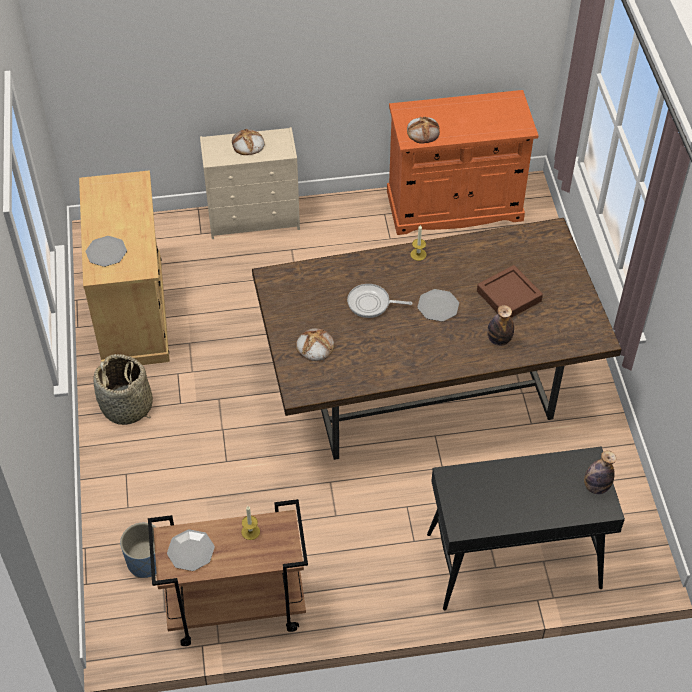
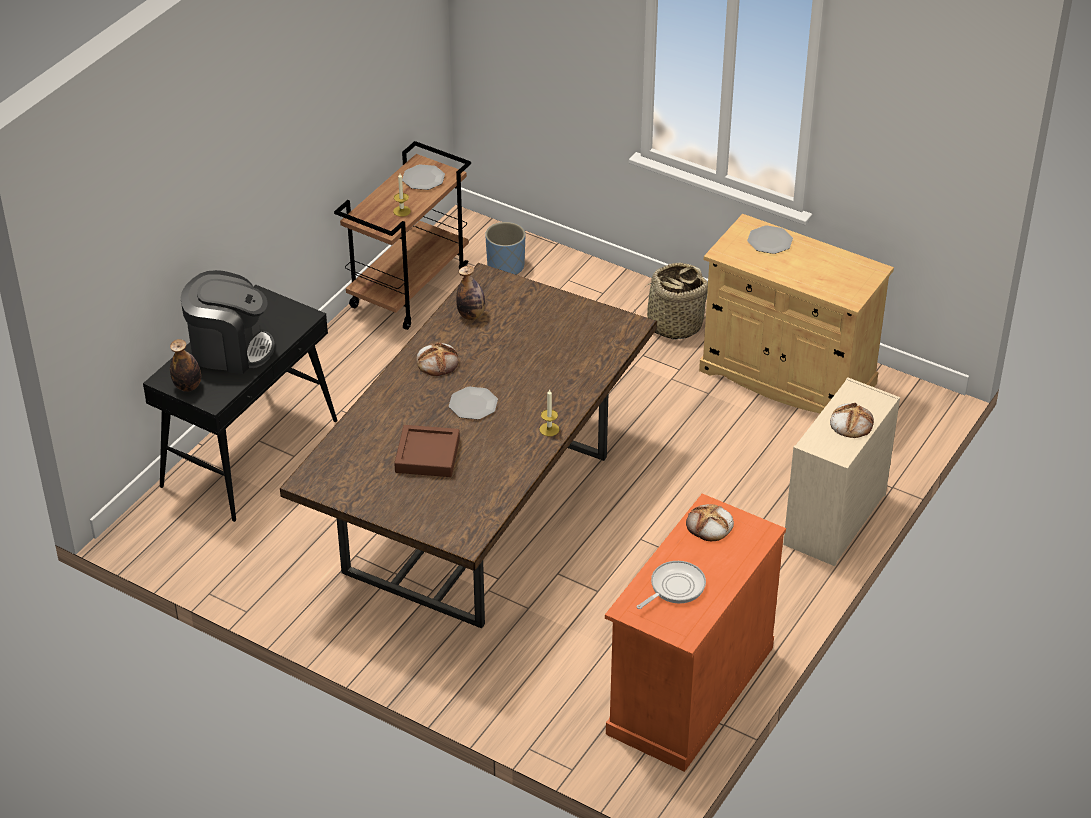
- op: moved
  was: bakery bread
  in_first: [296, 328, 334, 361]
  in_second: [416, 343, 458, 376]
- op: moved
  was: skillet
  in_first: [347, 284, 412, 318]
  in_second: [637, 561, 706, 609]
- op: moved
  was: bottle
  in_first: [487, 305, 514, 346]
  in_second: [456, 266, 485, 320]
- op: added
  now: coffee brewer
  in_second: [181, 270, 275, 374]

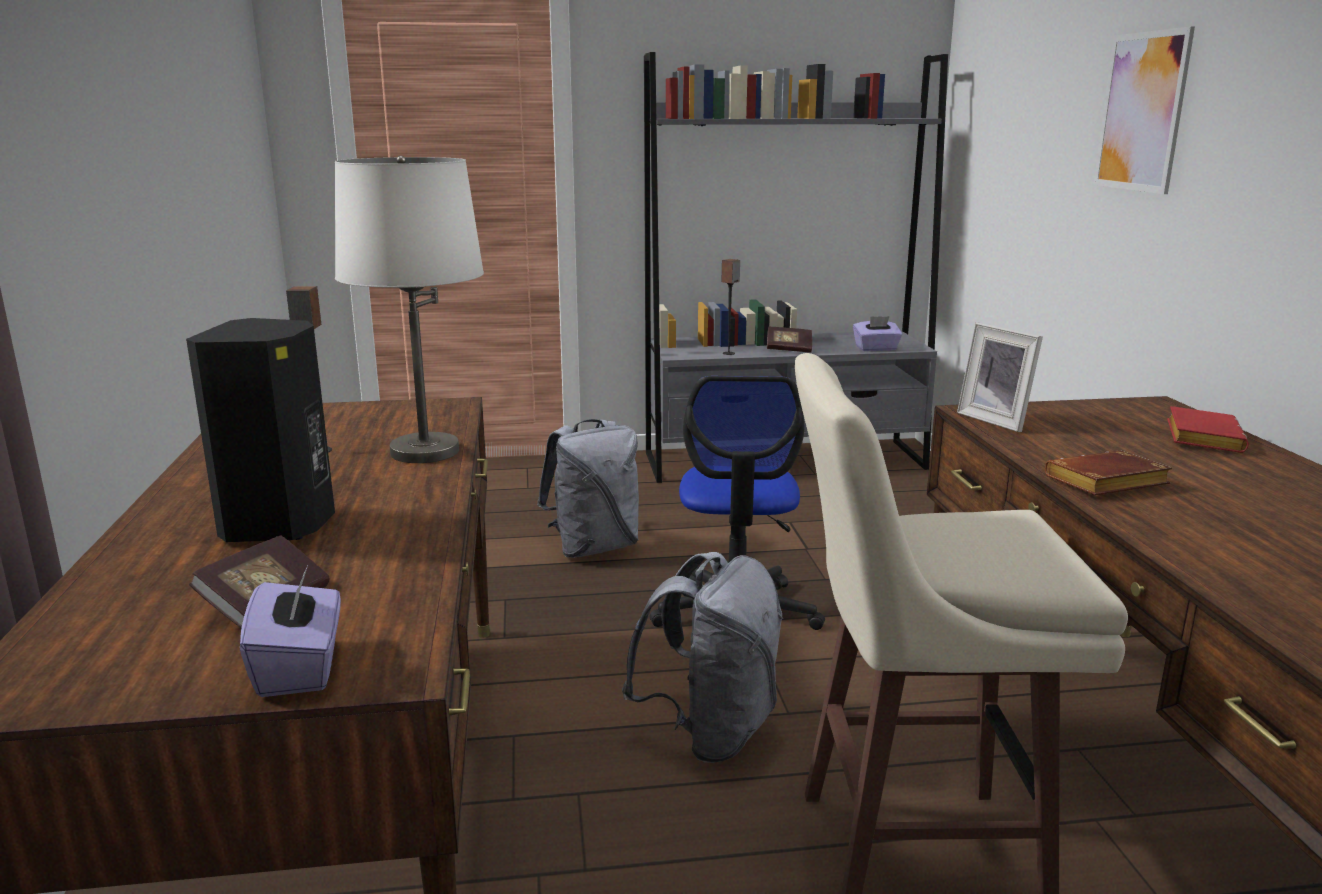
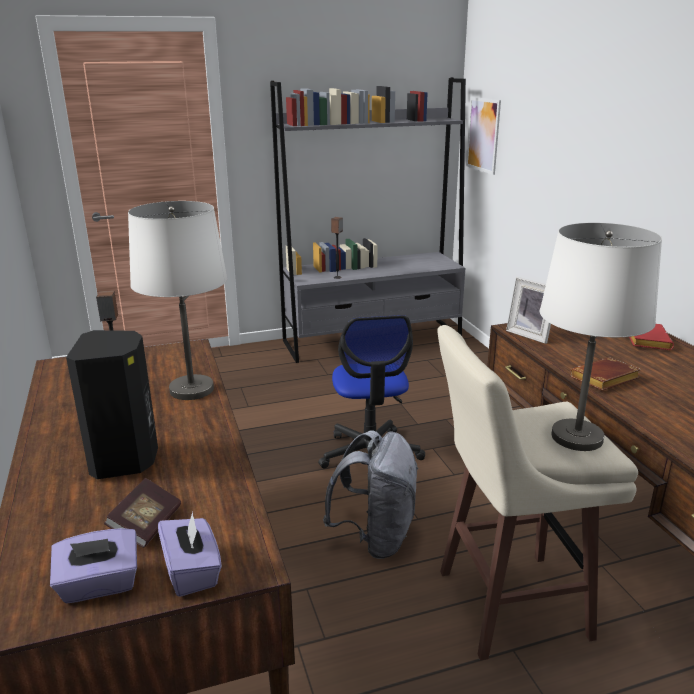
- op: removed
  was: knapsack (grey)
  in_first: [537, 419, 639, 558]
- op: removed
  was: book
  in_first: [767, 327, 812, 353]
- op: moved
  was: tissue box (purple-coloured)
  in_first: [853, 316, 903, 351]
  in_second: [50, 528, 137, 604]
- op: moved
  was: picture
  in_first: [1094, 26, 1195, 194]
  in_second: [466, 97, 501, 175]
- op: added
  now: lamp for a table (white-coloured)
  in_second: [540, 223, 662, 451]

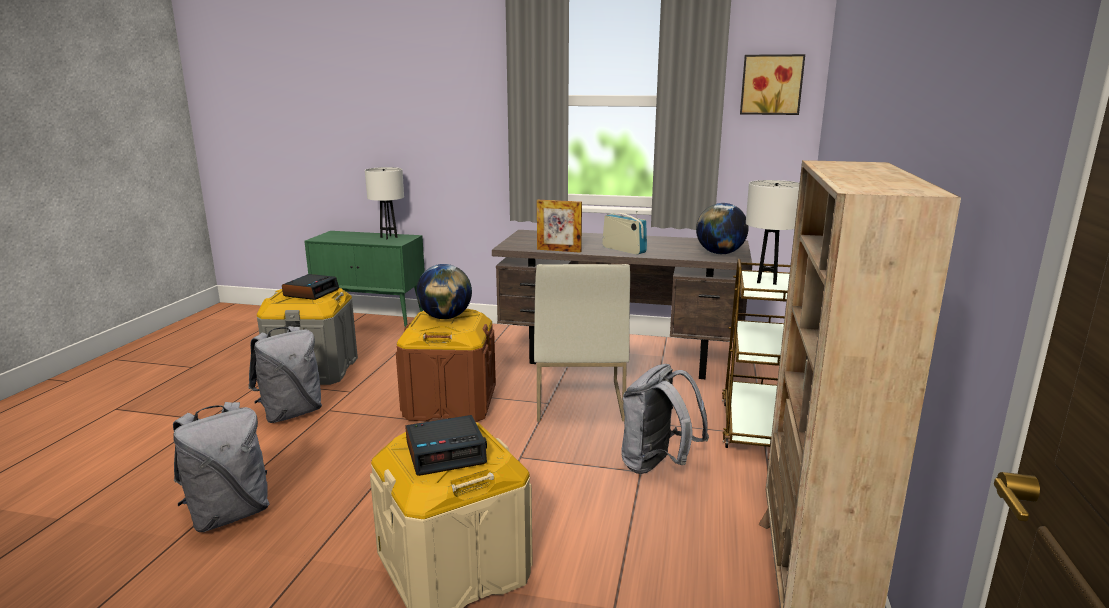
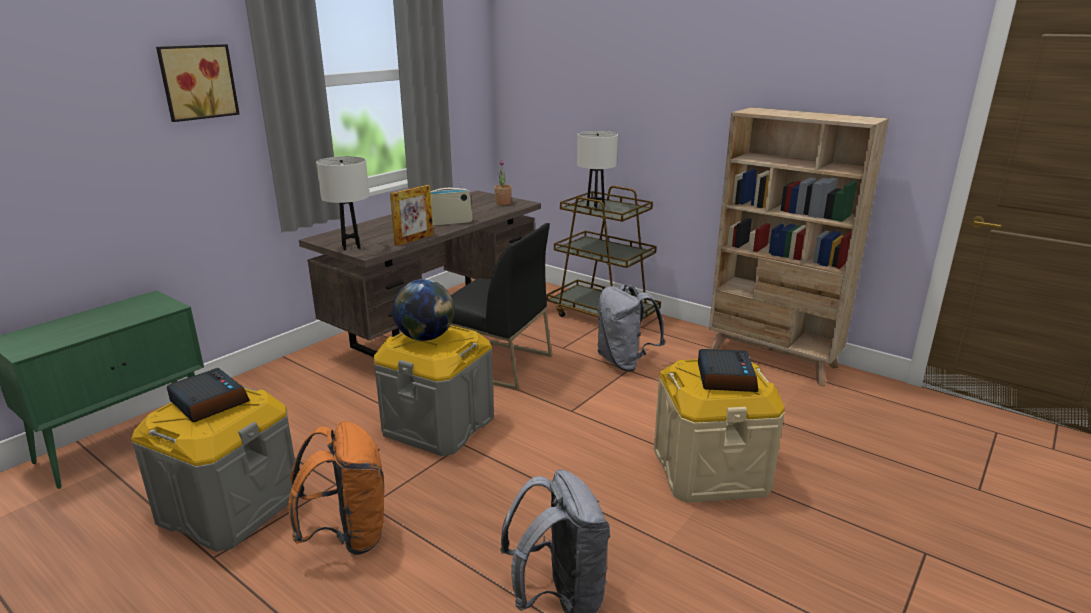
- op: recoloured
  was: knapsack (grey)
  now: knapsack (orangey)
  in_first: [248, 326, 322, 423]
  in_second: [288, 421, 386, 555]
- op: moved
  was: lamp for a table (white-coloured)
  in_first: [365, 167, 404, 239]
  in_second: [316, 156, 369, 250]
- op: recoloured
  was: storage container (brownish)
  now: storage container (grey)
  in_first: [396, 309, 496, 422]
  in_second: [374, 325, 494, 456]
- op: recoloured
  was: chair (white-coloured)
  now: chair (black-coloured)
  in_first: [534, 264, 630, 422]
  in_second: [451, 223, 552, 390]
- op: replaced
  was: world globe
  now: plant in a pot
  in_first: [696, 203, 749, 254]
  in_second: [494, 160, 512, 205]
- op: moved
  was: picture
  in_first: [740, 54, 805, 115]
  in_second: [156, 44, 240, 122]

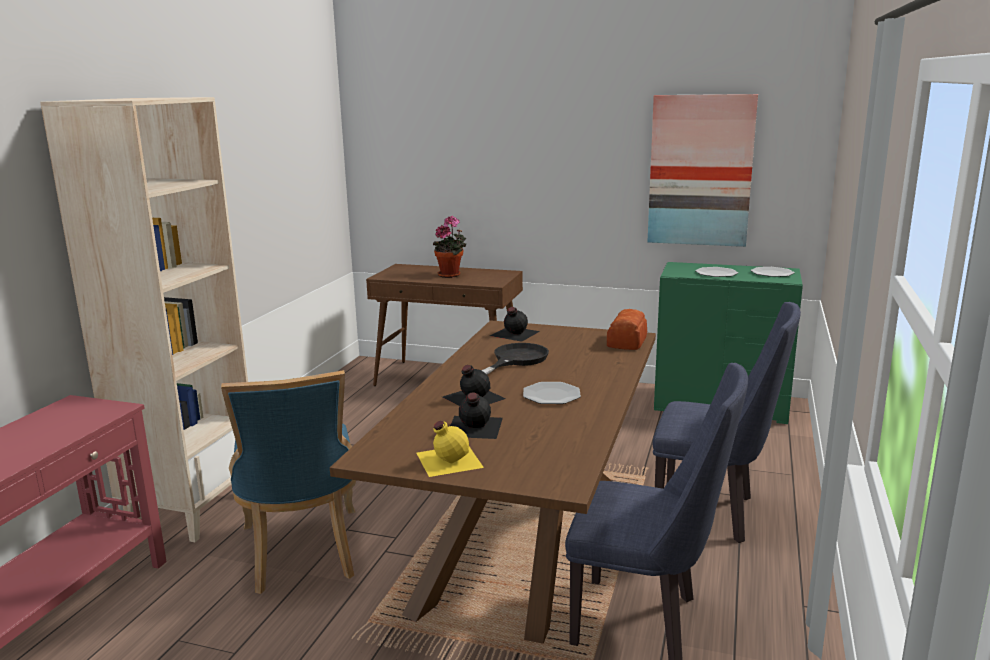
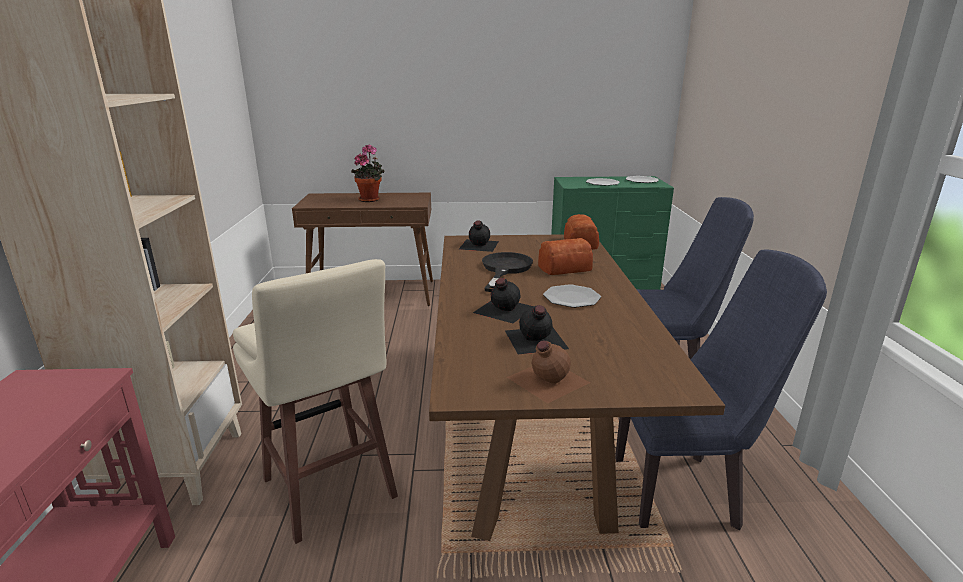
- op: replaced
  was: chair (bluish)
  now: sitting stool (beige)
  in_first: [221, 370, 356, 594]
  in_second: [233, 259, 398, 544]
- op: recoloured
  was: bottle (yellow)
  now: bottle (brownish)
  in_first: [416, 421, 484, 477]
  in_second: [507, 341, 590, 403]
- op: removed
  was: picture
  in_first: [648, 94, 758, 247]
- op: added
  now: bakery bread
  in_second: [538, 238, 593, 275]

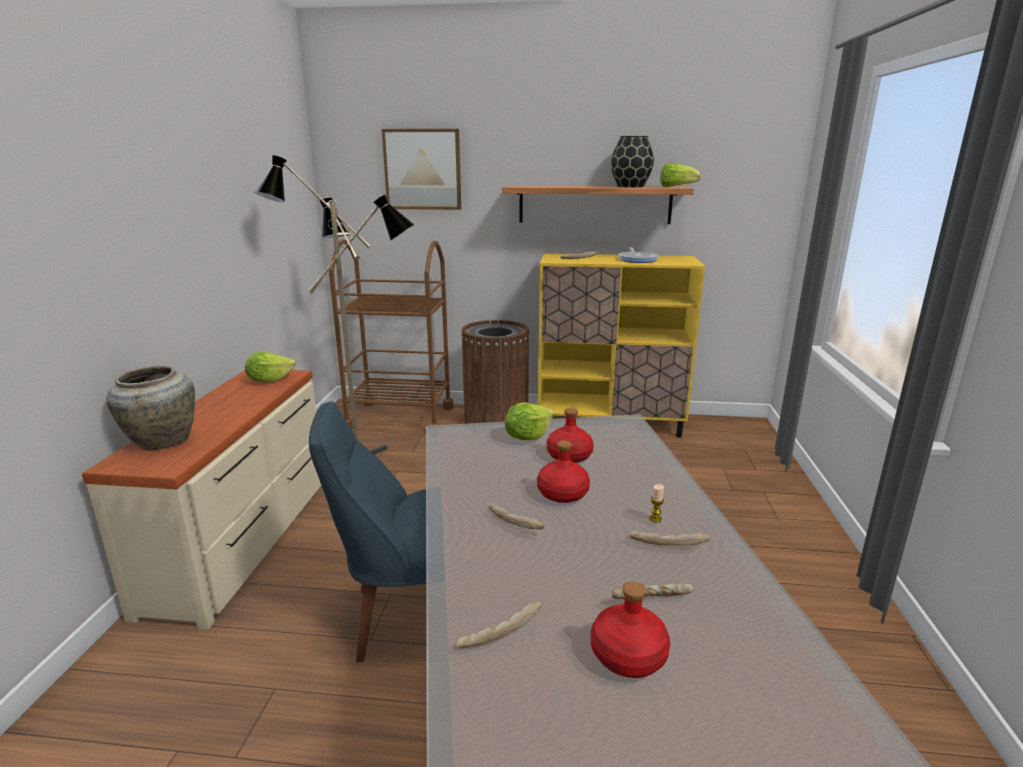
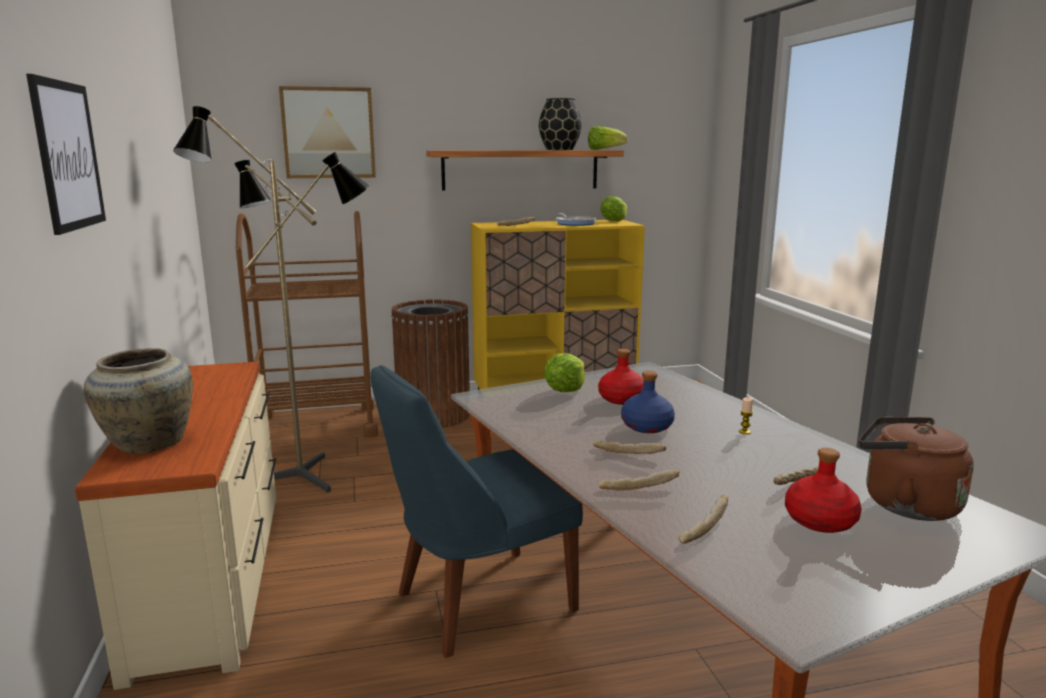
- op: moved
  was: head of lettuce
  in_first: [245, 352, 296, 382]
  in_second: [600, 196, 628, 221]
- op: recoloured
  was: bottle (reddish)
  now: bottle (bluish)
  in_first: [537, 440, 590, 503]
  in_second: [621, 371, 675, 433]
- op: moved
  was: bakery bread
  in_first: [629, 531, 710, 546]
  in_second: [598, 470, 680, 491]
- op: added
  now: picture
  in_second: [26, 74, 106, 235]
- op: added
  now: kettle (brownish)
  in_second: [859, 417, 974, 521]

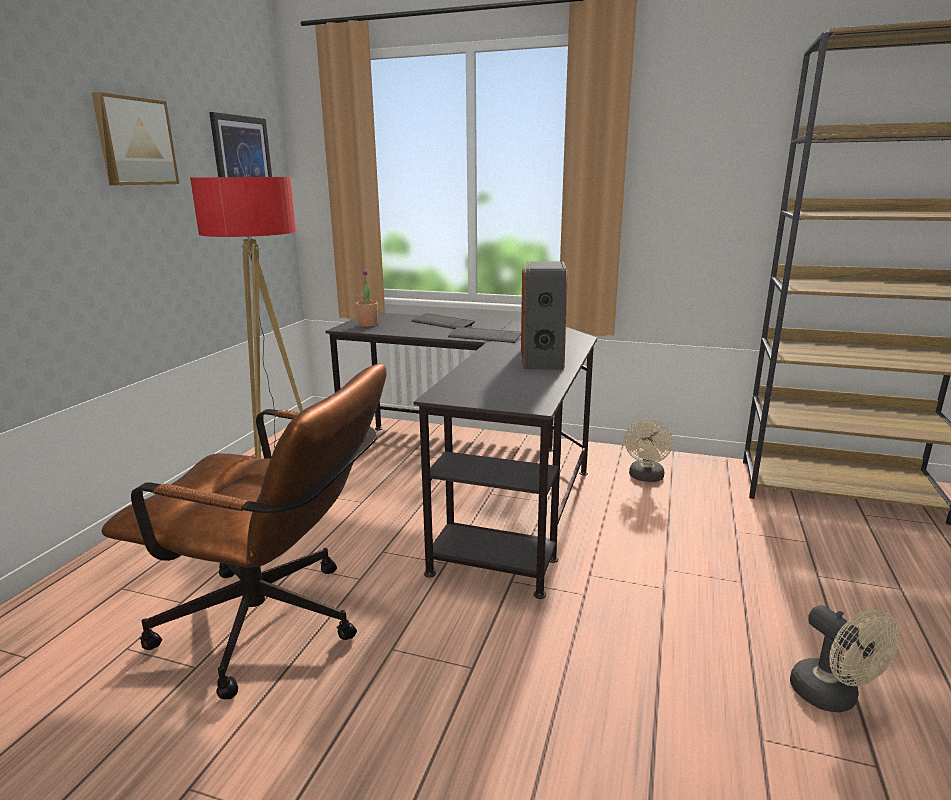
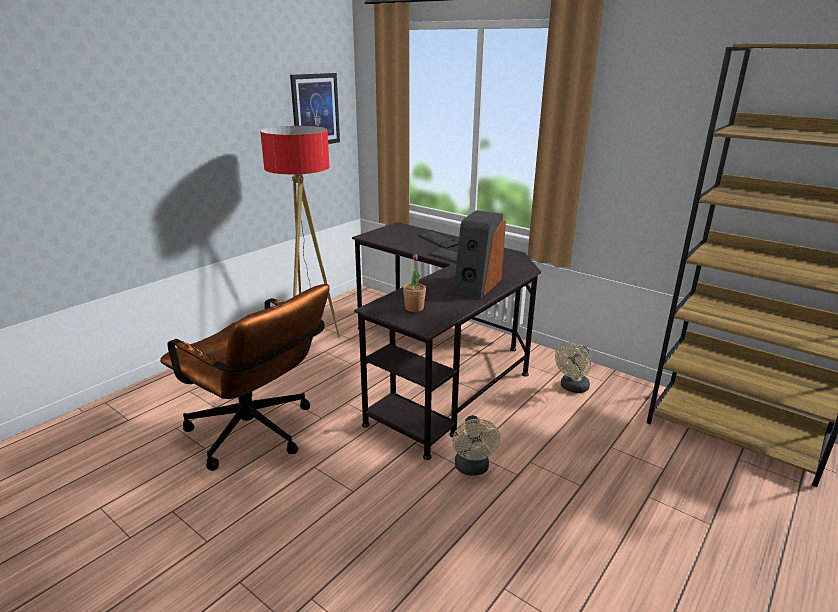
- op: removed
  was: picture
  in_first: [92, 92, 179, 185]
- op: moved
  was: plant in a pot
  in_first: [356, 269, 378, 327]
  in_second: [403, 254, 426, 312]
- op: moved
  was: cooling fan (beige)
  in_first: [790, 605, 900, 712]
  in_second: [453, 415, 500, 476]

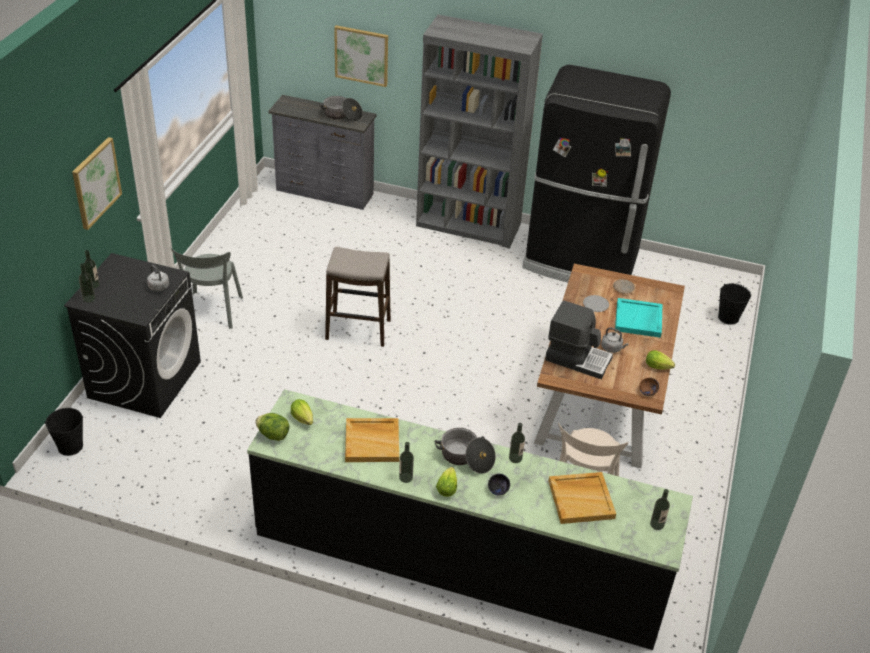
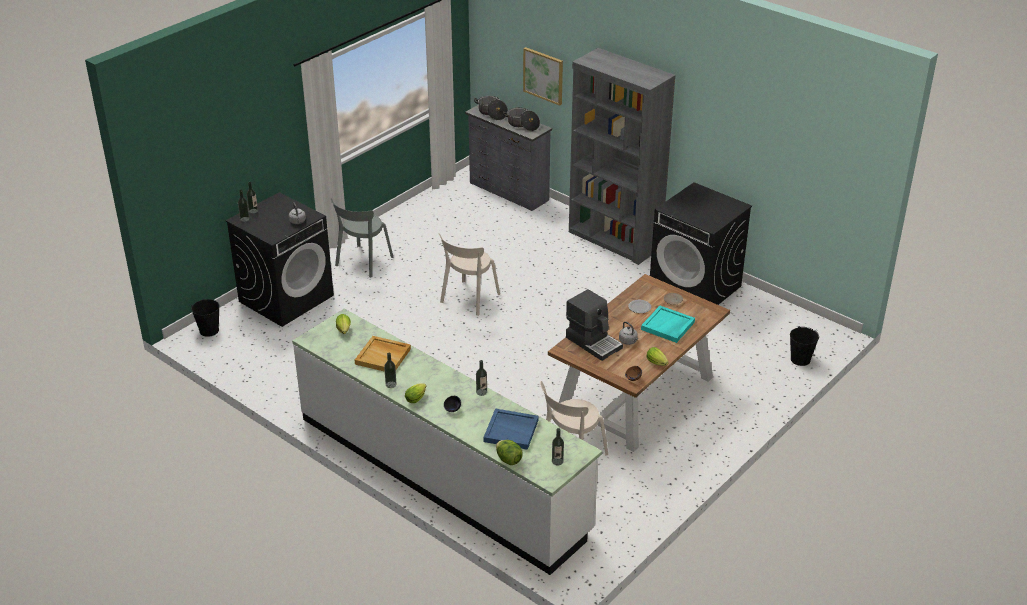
- op: removed
  was: picture
  in_first: [72, 137, 122, 230]
- op: recoloured
  was: kitchen base unit (black-coloured)
  now: kitchen base unit (white-coloured)
  in_first: [247, 389, 693, 650]
  in_second: [292, 309, 602, 575]
- op: moved
  was: head of lettuce
  in_first: [255, 413, 289, 441]
  in_second: [496, 440, 523, 465]
- op: replaced
  was: sitting stool
  now: chair (beige)
  in_first: [325, 247, 391, 347]
  in_second: [439, 233, 500, 316]
- op: moved
  was: saucepot
  in_first: [434, 428, 496, 474]
  in_second: [474, 96, 508, 120]
- op: replaced
  was: refrigerator (black-coloured)
  now: washing machine (black-coloured)
  in_first: [522, 65, 671, 282]
  in_second: [650, 182, 752, 305]
- op: recoloured
  was: serving tray (beige)
  now: serving tray (bluish)
  in_first: [549, 472, 616, 524]
  in_second: [483, 408, 539, 450]

